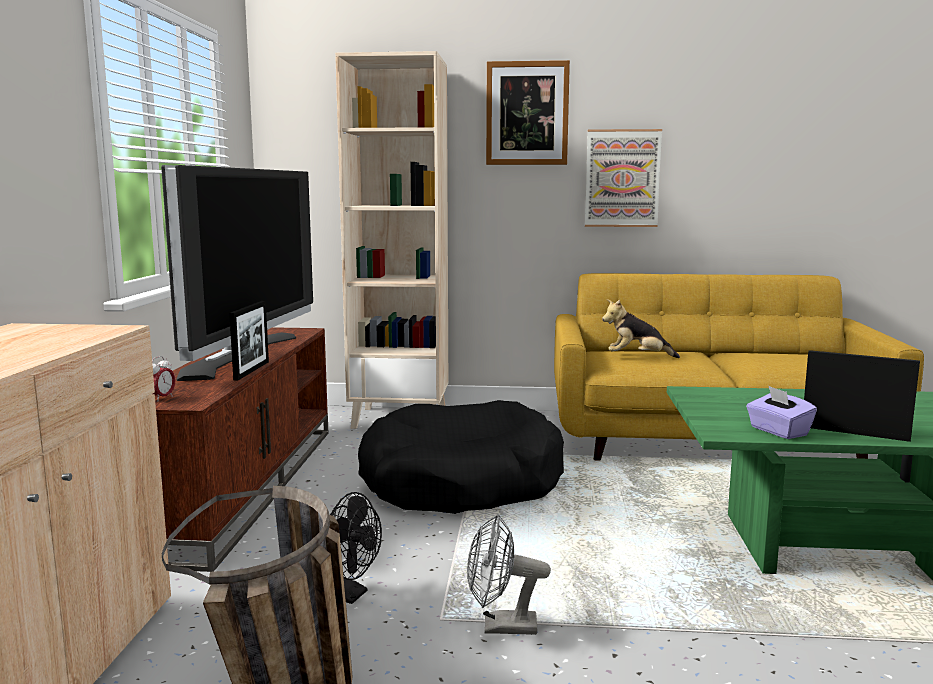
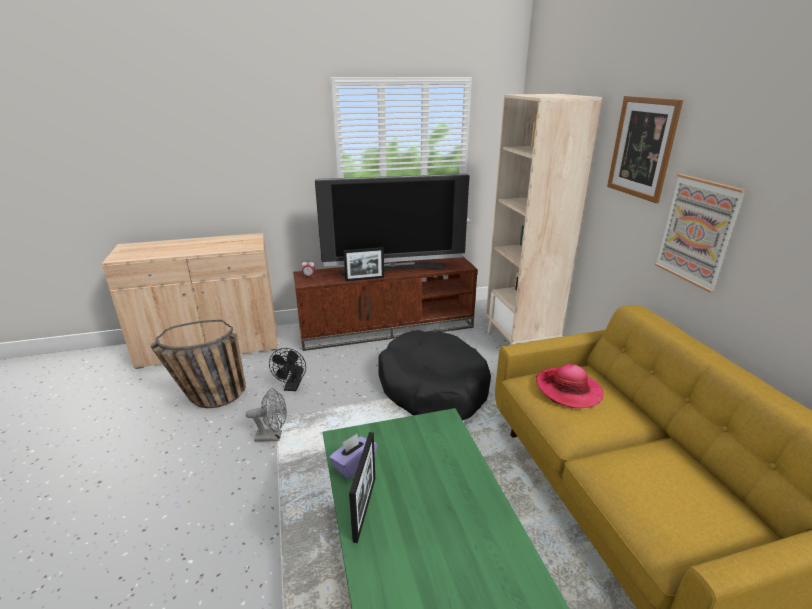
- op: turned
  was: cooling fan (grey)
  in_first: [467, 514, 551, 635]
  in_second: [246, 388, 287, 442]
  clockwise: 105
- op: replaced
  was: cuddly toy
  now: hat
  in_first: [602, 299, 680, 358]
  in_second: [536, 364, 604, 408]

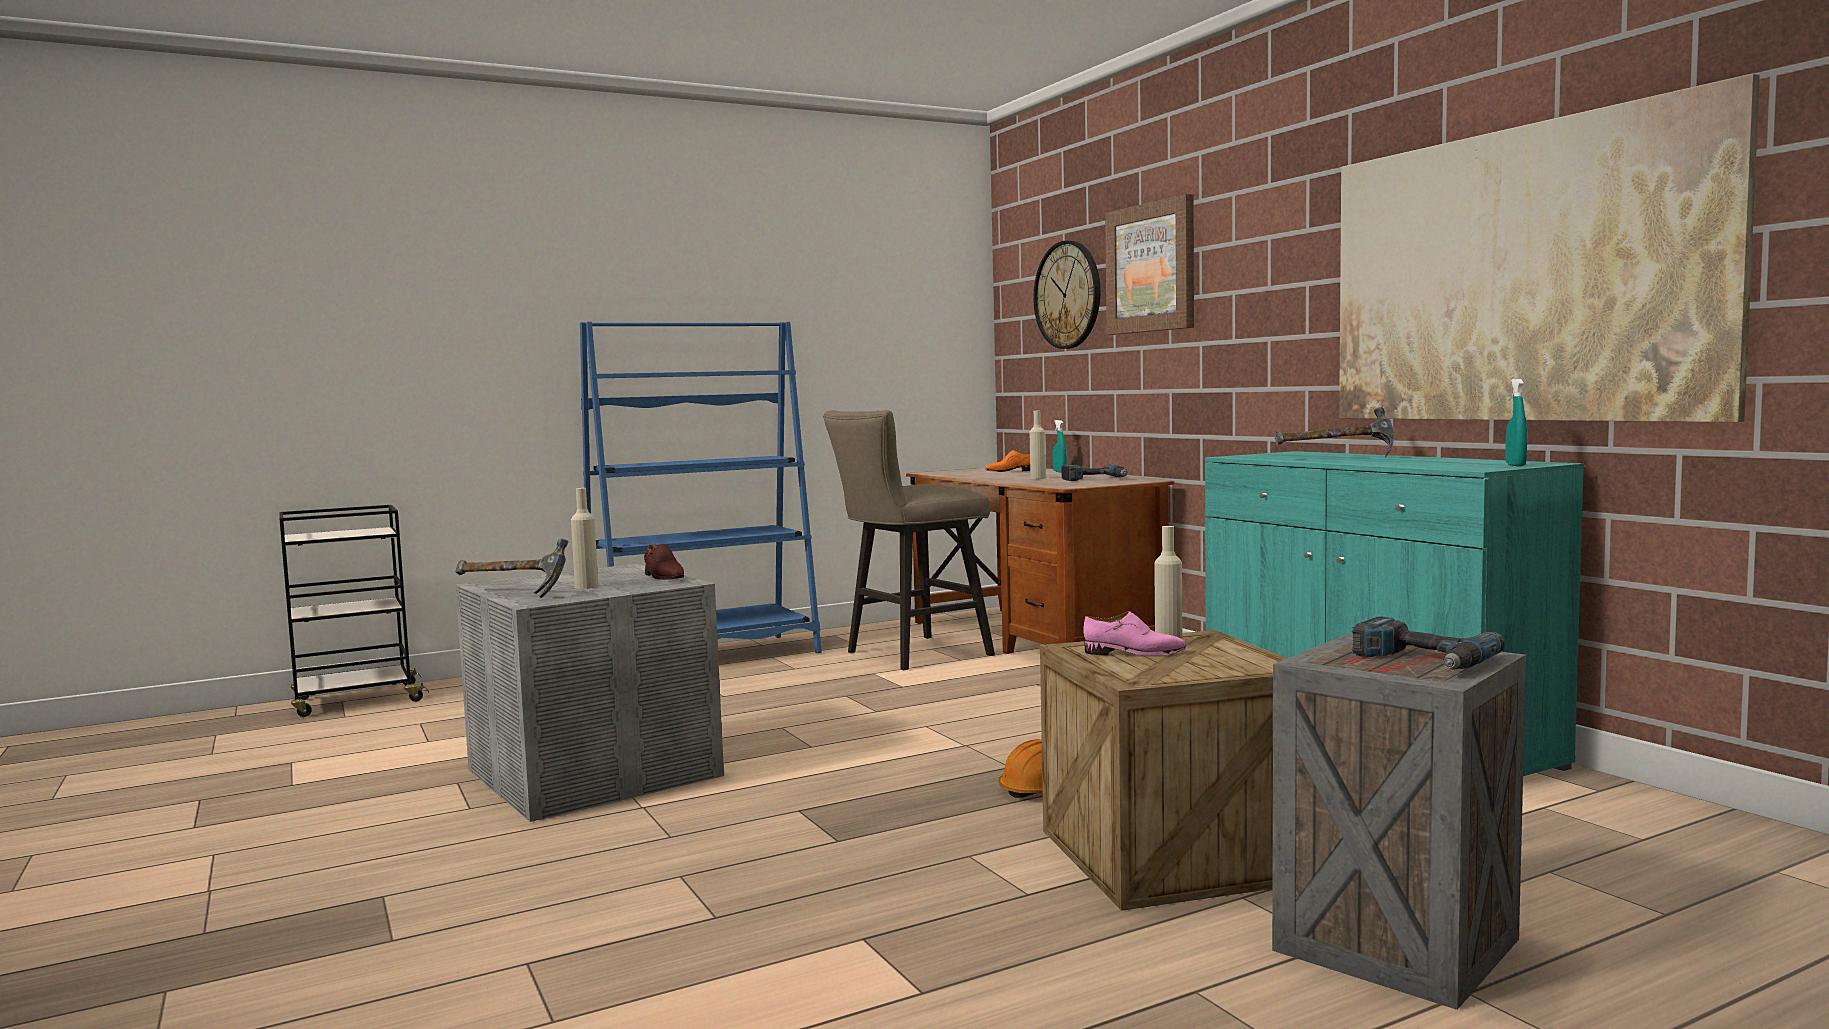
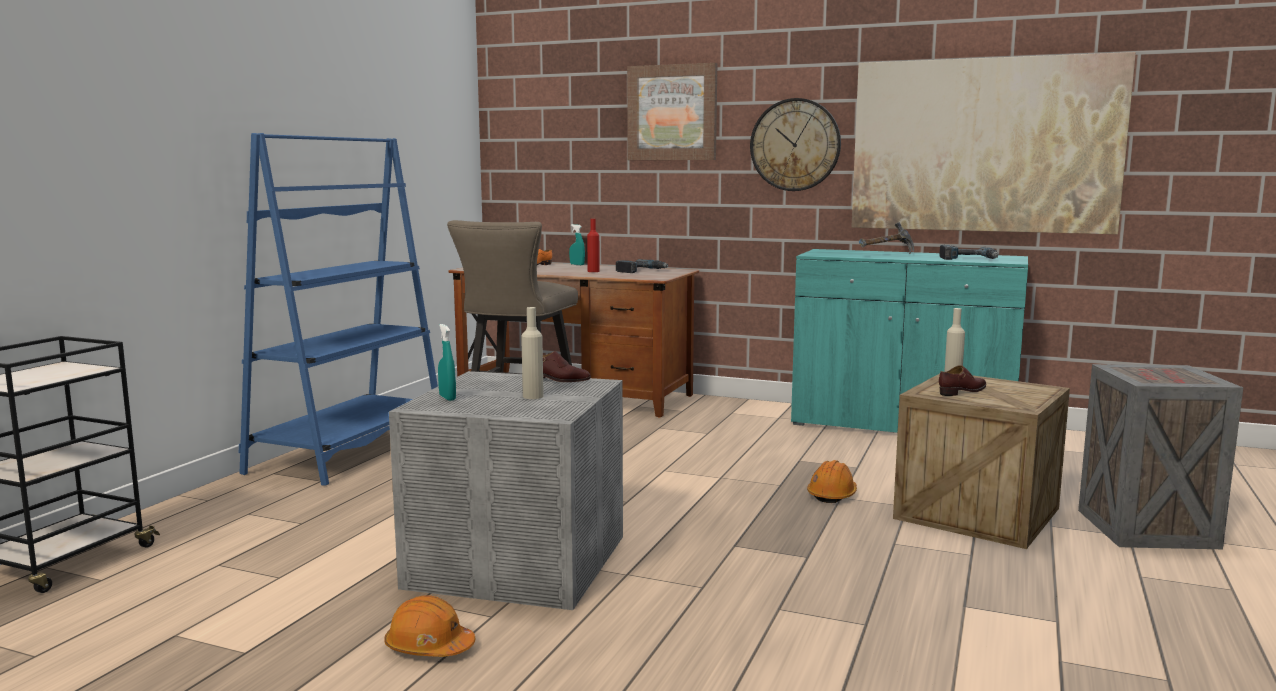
- op: removed
  was: hand hammer
  in_first: [455, 538, 568, 598]
- op: recoloured
  was: bottle (beige)
  now: bottle (reddish)
  in_first: [1030, 411, 1046, 479]
  in_second: [587, 219, 600, 272]
- op: moved
  was: hanging clock
  in_first: [1033, 241, 1100, 349]
  in_second: [750, 98, 841, 191]
- op: recoloured
  was: item of footwear (pink)
  now: item of footwear (brownish)
  in_first: [1083, 611, 1186, 656]
  in_second: [939, 365, 986, 396]
- op: moved
  was: drill
  in_first: [1352, 617, 1505, 670]
  in_second: [939, 245, 999, 260]
- op: moved
  was: sprayer (turquoise-coloured)
  in_first: [1505, 379, 1527, 466]
  in_second: [438, 324, 456, 401]
- op: added
  now: work helmet (orangey)
  in_second: [384, 595, 475, 657]

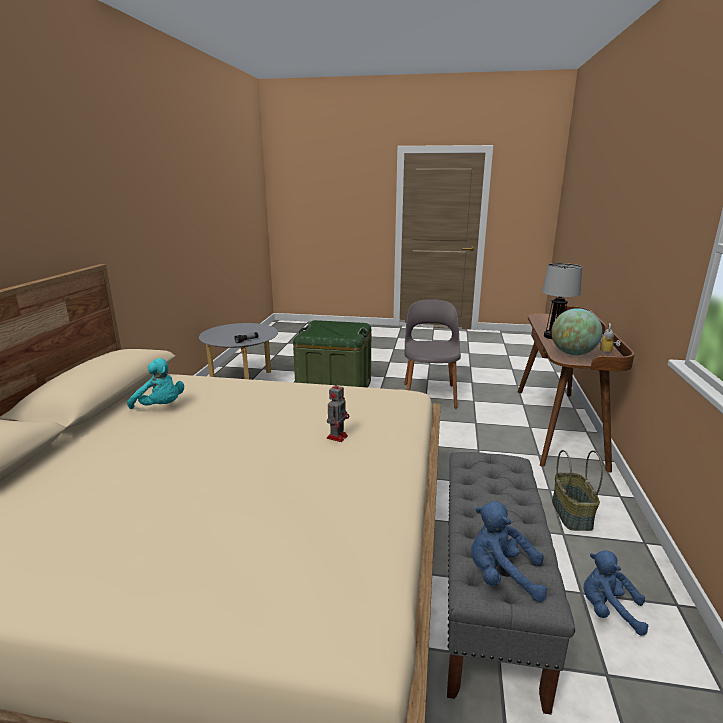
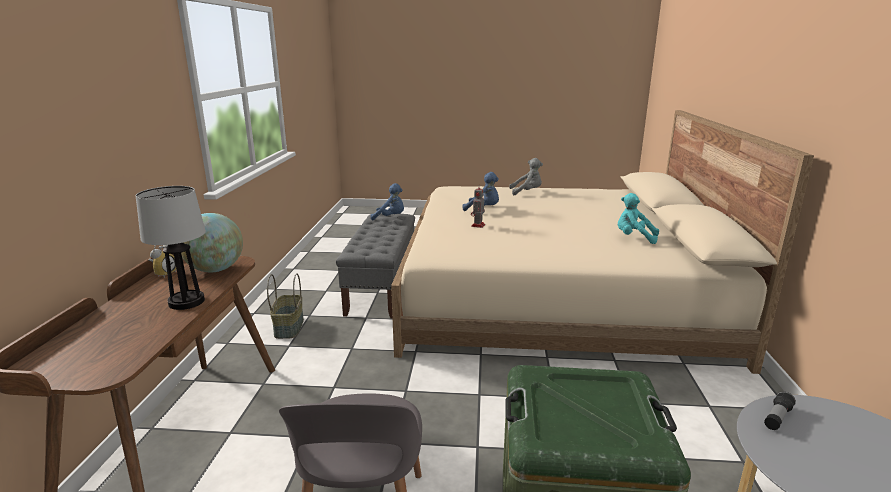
- op: moved
  was: cuddly toy (bluish)
  in_first: [584, 550, 649, 636]
  in_second: [462, 172, 499, 211]
- op: added
  now: cuddly toy (grey)
  in_second: [509, 158, 543, 195]

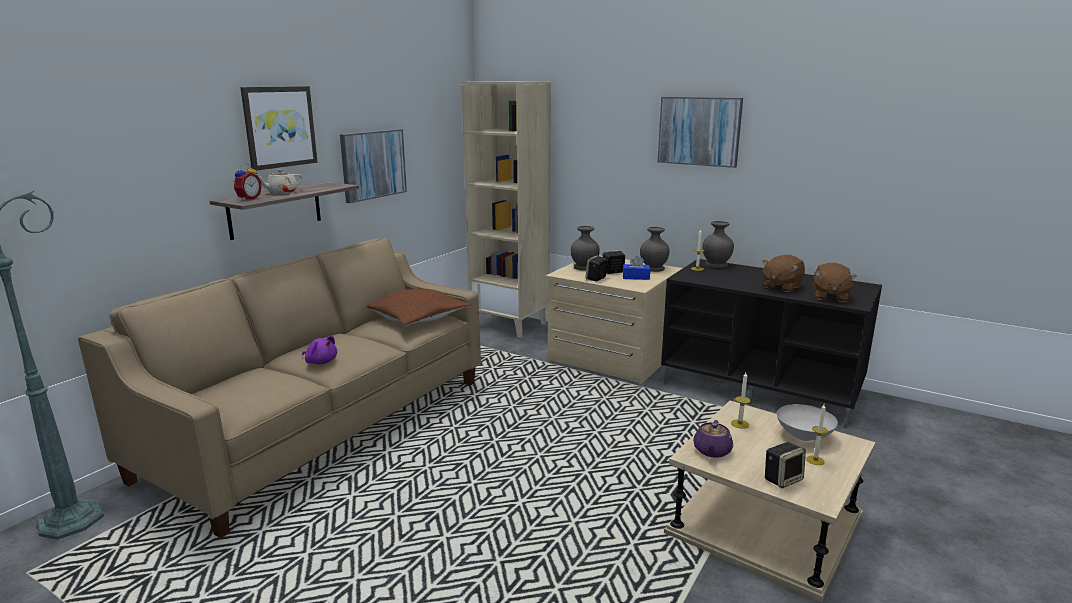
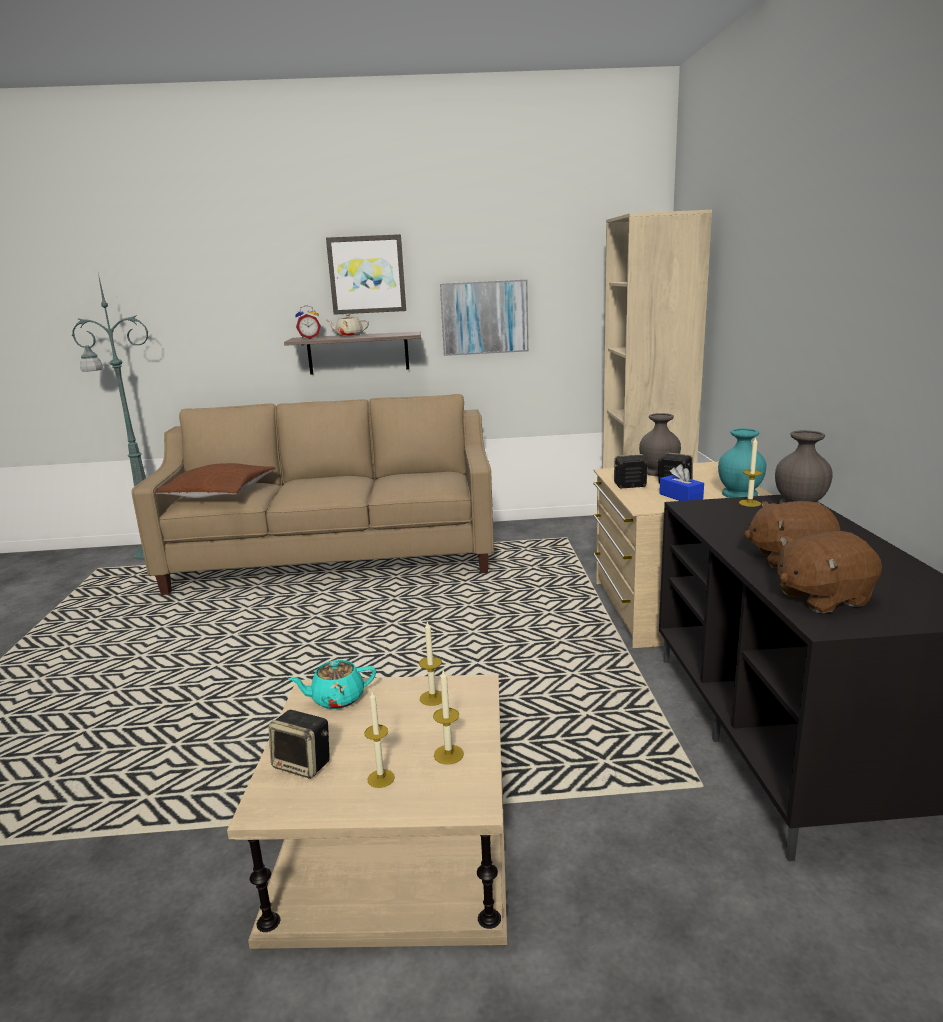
- op: removed
  was: cuddly toy (purple-coloured)
  in_first: [302, 336, 337, 364]
- op: moved
  was: cushion (brownish)
  in_first: [367, 288, 472, 326]
  in_second: [155, 463, 275, 498]
- op: recoloured
  was: decorative vase (grey)
  now: decorative vase (turquoise-coloured)
  in_first: [640, 227, 670, 272]
  in_second: [718, 428, 766, 498]
- op: removed
  was: picture
  in_first: [657, 97, 743, 168]
- op: recoloured
  was: pot for tea (purple-coloured)
  now: pot for tea (turquoise-coloured)
  in_first: [693, 420, 733, 458]
  in_second: [289, 660, 376, 709]
- op: replaced
  was: bowl (white-coloured)
  now: wax candle
  in_first: [777, 404, 838, 441]
  in_second: [433, 670, 464, 765]

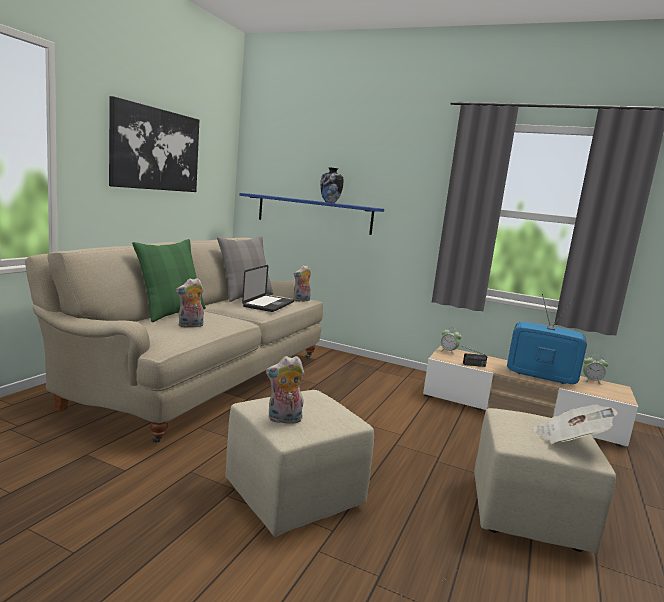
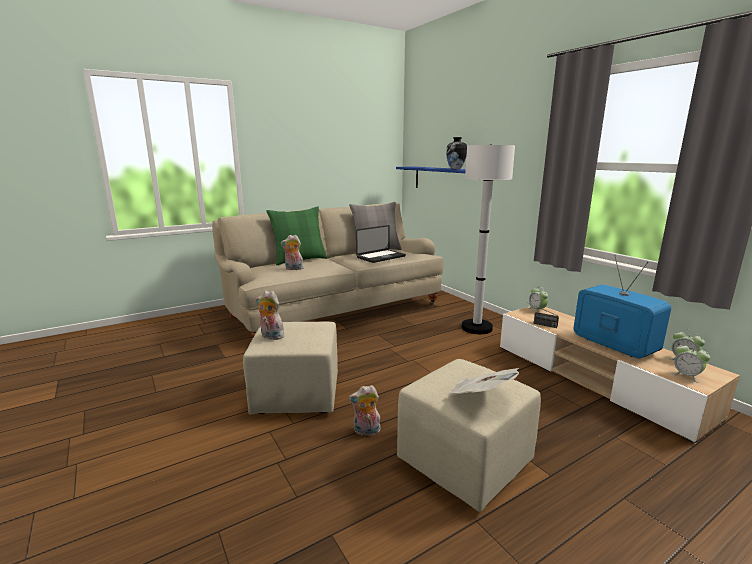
- op: removed
  was: picture
  in_first: [109, 96, 199, 192]
- op: moved
  was: cuddly toy
  in_first: [293, 265, 311, 302]
  in_second: [349, 385, 381, 436]
- op: added
  now: standard lamp (white-coloured)
  in_second: [461, 144, 515, 334]
- op: added
  now: table clock
  in_second: [671, 343, 710, 383]

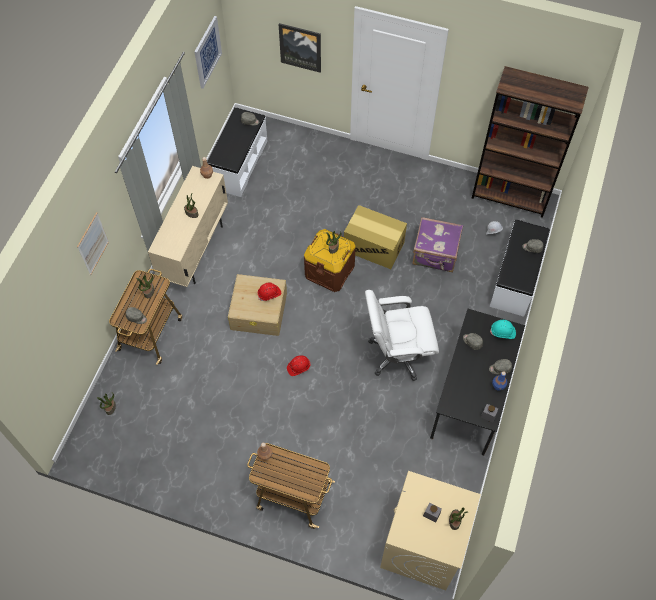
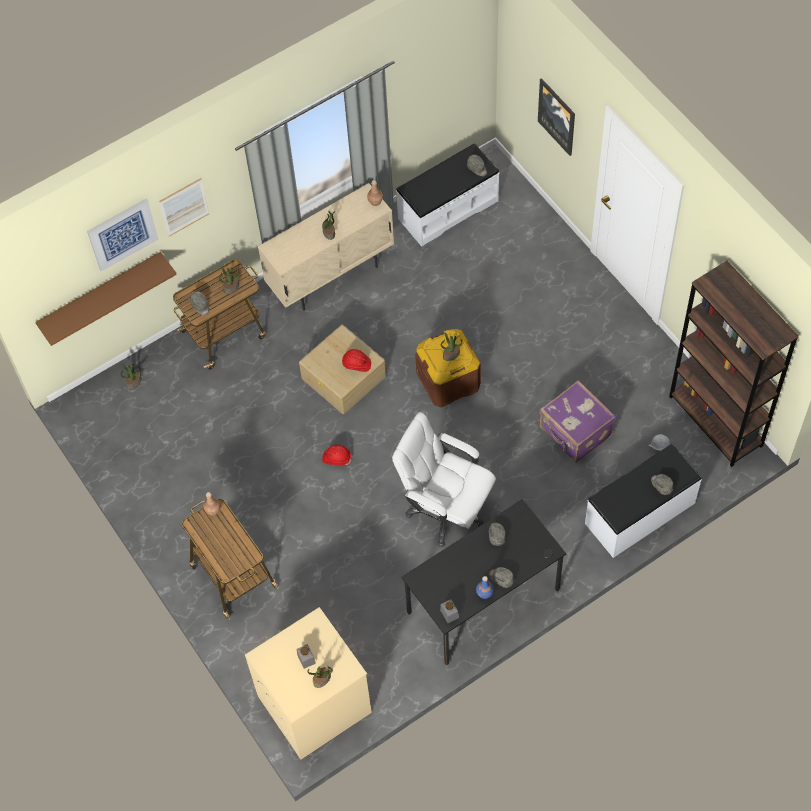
- op: moved
  was: picture
  in_first: [194, 16, 222, 89]
  in_second: [87, 199, 158, 271]
- op: removed
  was: carton
  in_first: [344, 205, 407, 269]
- op: removed
  was: work helmet (turquoise-coloured)
  in_first: [490, 320, 516, 339]
- op: added
  now: bracket shelf (brownish)
  in_second: [35, 252, 177, 346]

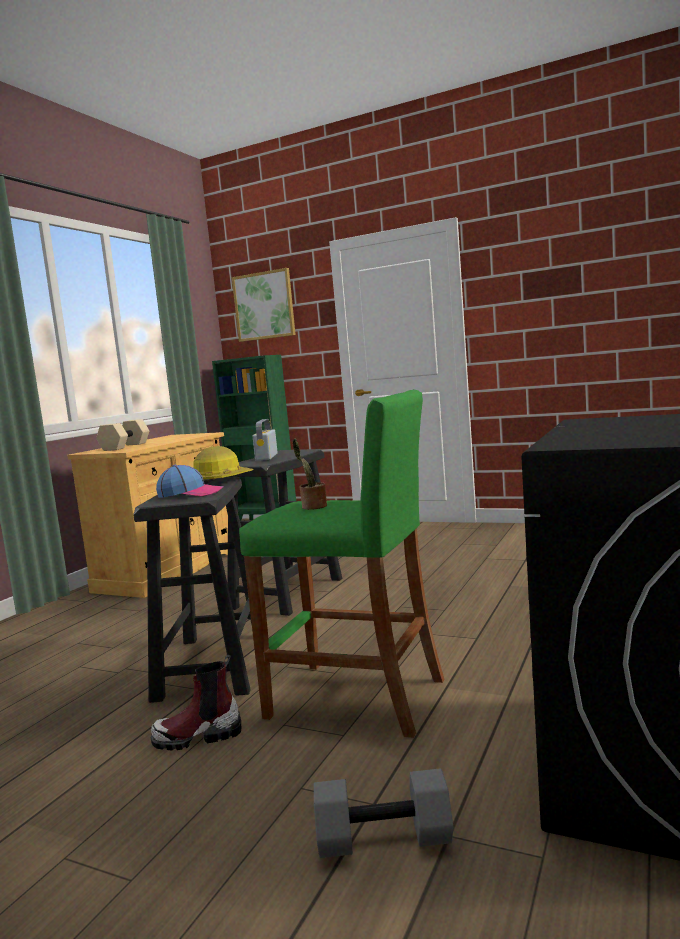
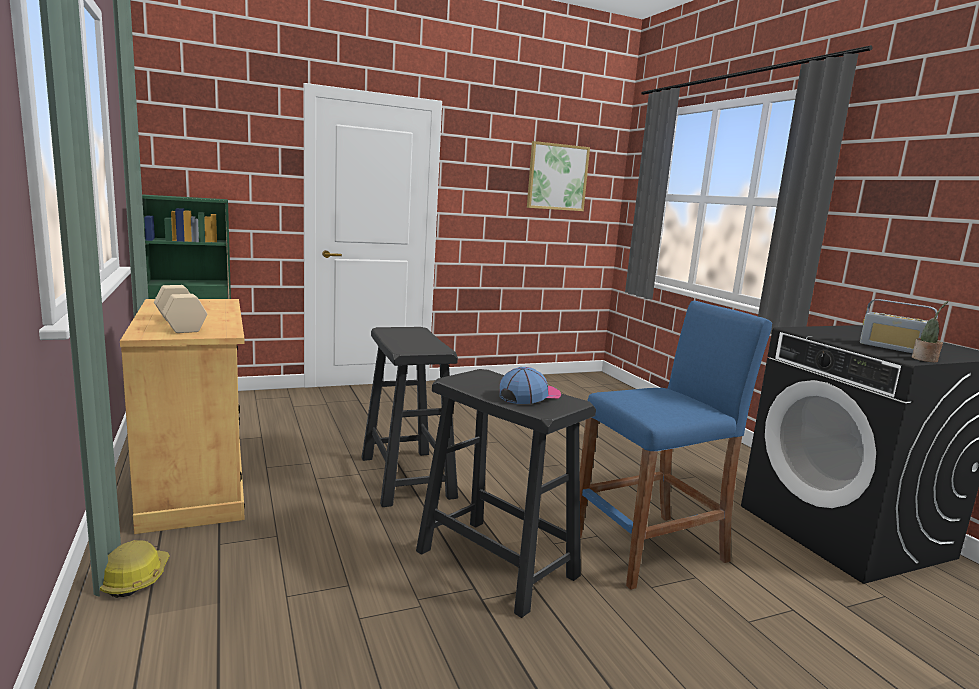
- op: removed
  was: boot
  in_first: [151, 655, 241, 751]
- op: moved
  was: work helmet
  in_first: [193, 446, 254, 484]
  in_second: [100, 540, 169, 598]
- op: moved
  was: picture
  in_first: [232, 268, 296, 342]
  in_second: [527, 141, 590, 211]
- op: recoloured
  was: sitting stool (green-coloured)
  now: sitting stool (bluish)
  in_first: [239, 390, 444, 738]
  in_second: [580, 300, 772, 590]
- op: moved
  was: radio set
  in_first: [253, 419, 278, 461]
  in_second: [860, 299, 938, 353]
- op: moved
  was: plant in a pot
  in_first: [293, 439, 327, 510]
  in_second: [912, 301, 949, 362]
- op: removed
  was: hand weight (grey)
  in_first: [314, 768, 453, 858]

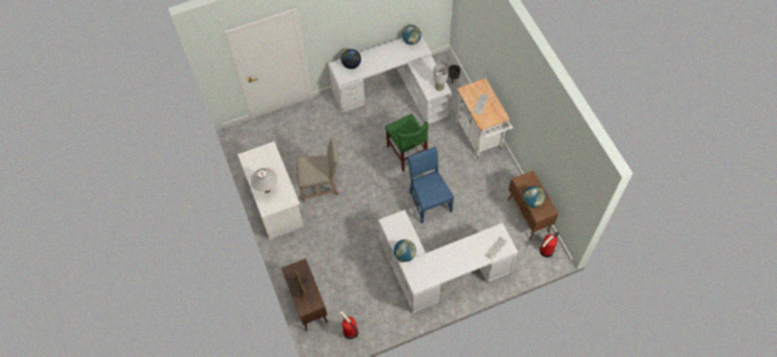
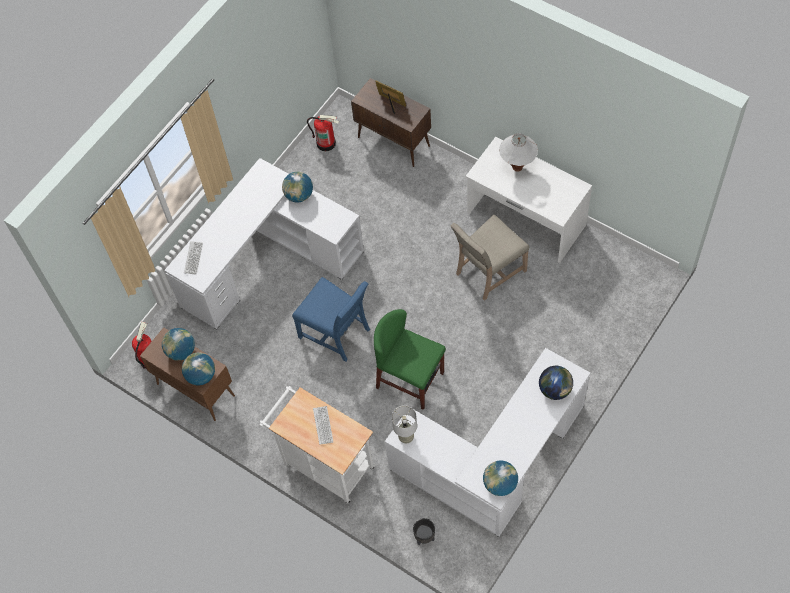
- op: added
  now: world globe
  in_second: [182, 352, 215, 385]

